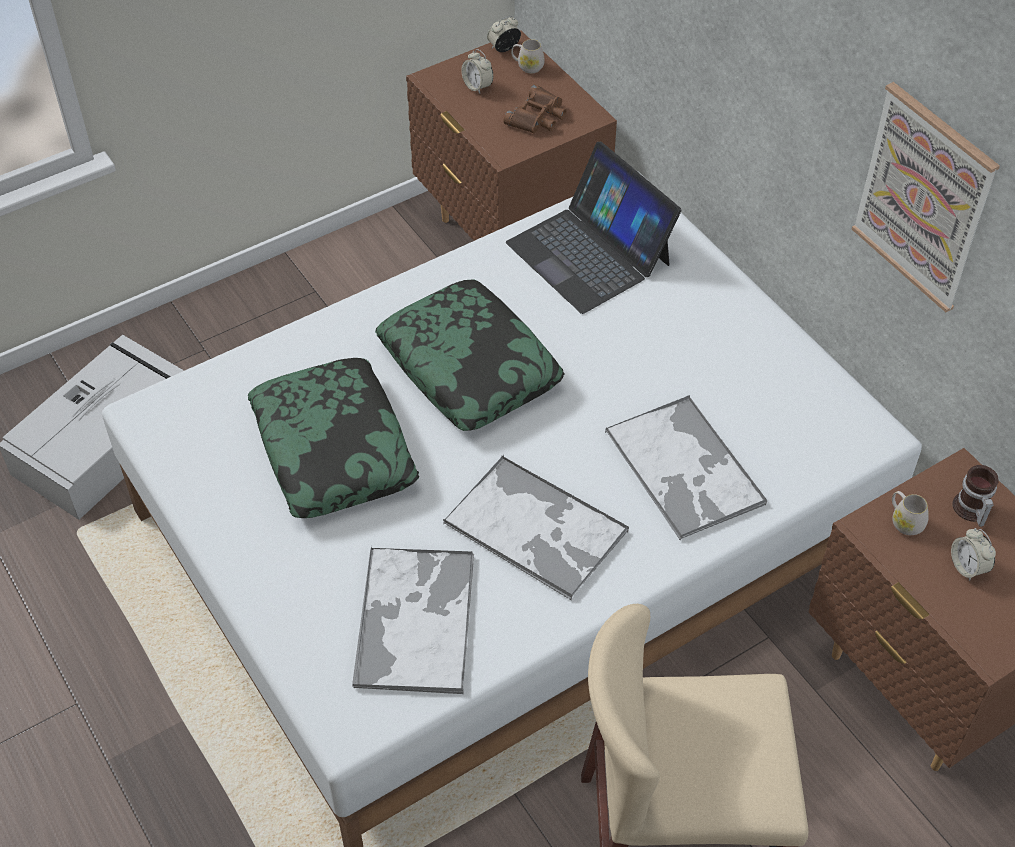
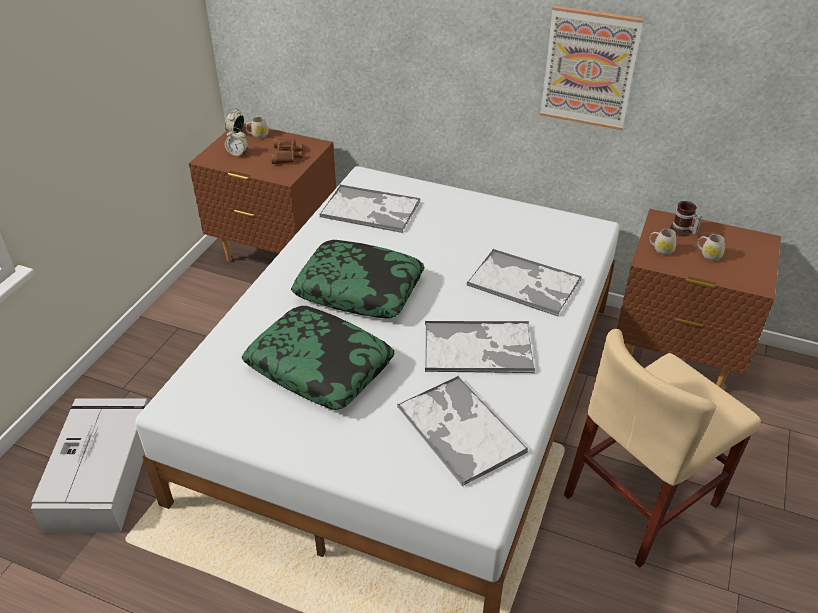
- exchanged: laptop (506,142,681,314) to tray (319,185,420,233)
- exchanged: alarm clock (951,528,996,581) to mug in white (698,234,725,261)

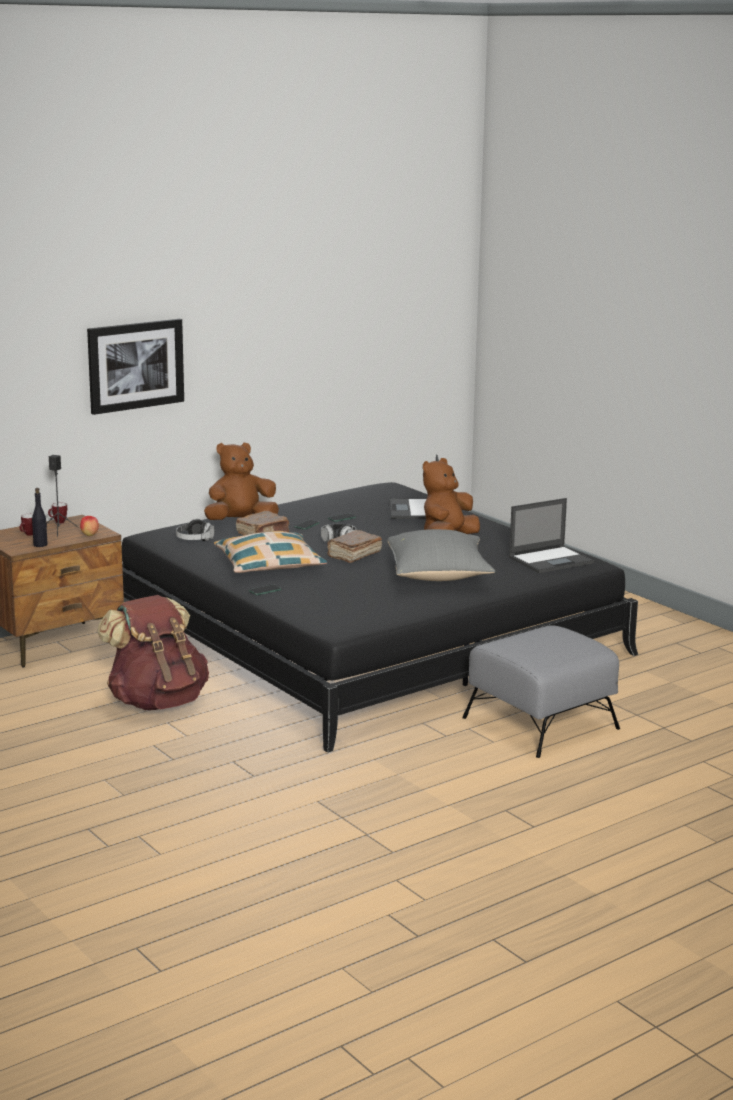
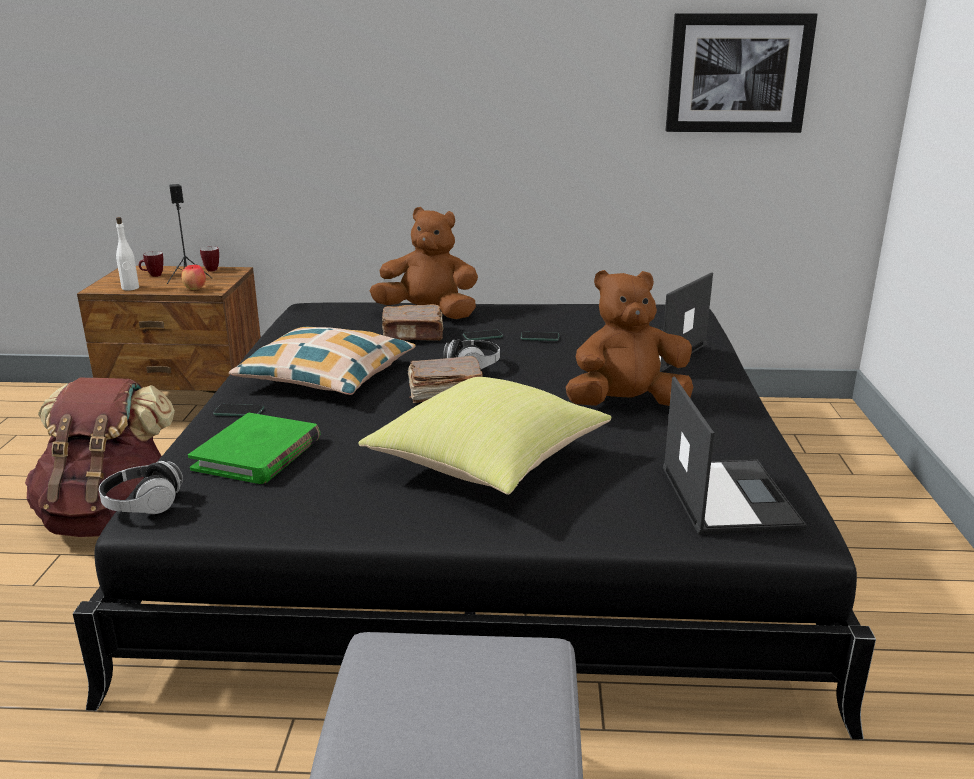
- relocated: headphones (176,519,215,541) to (99,461,183,514)
- colour: bottle in black (32,488,47,547) to bottle in white (116,217,139,291)
- appeared: book in green (188,413,320,484)
- colour: pillow in grey (388,529,495,581) to pillow in yellow (358,377,611,495)
- spun: laptop (509,498,594,573) = (663,376,807,534) 105 degrees counterclockwise
- relocated: picture (87,319,184,415) to (665,13,818,133)

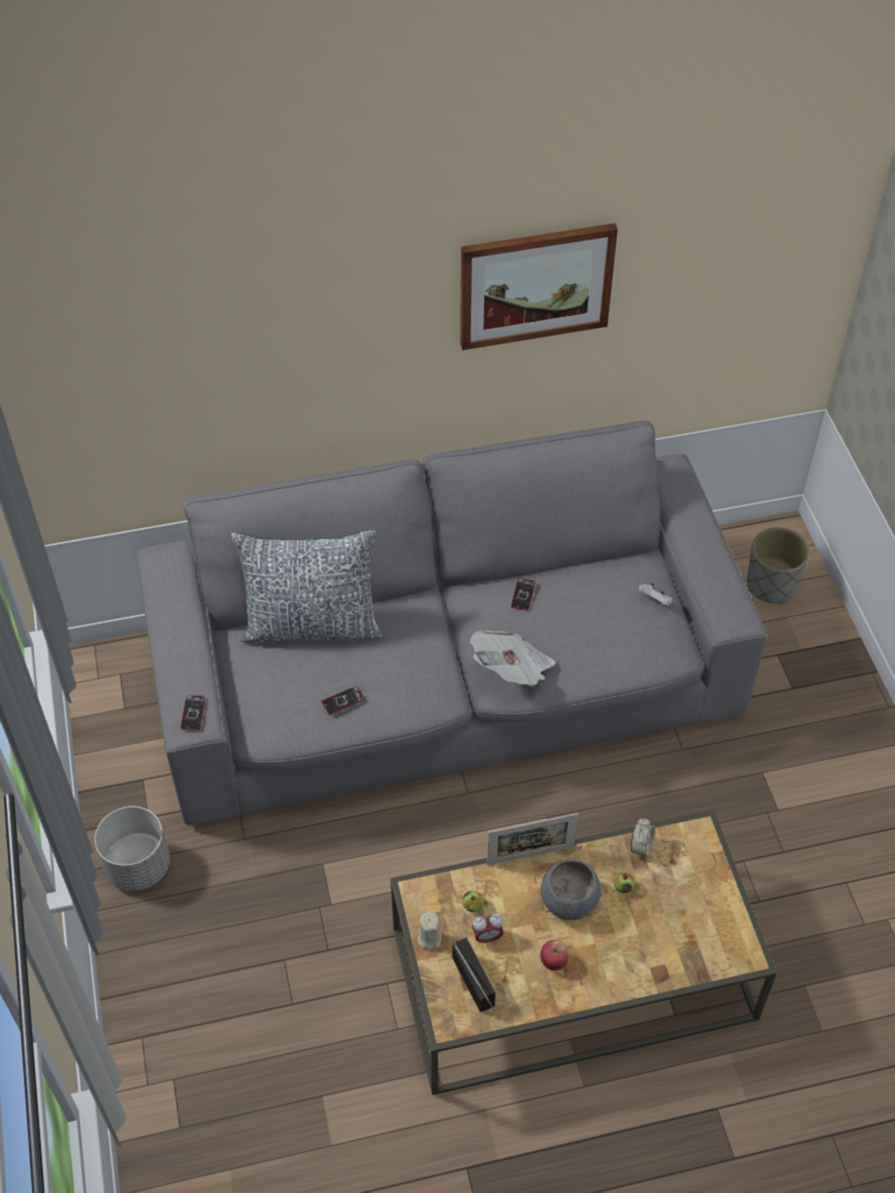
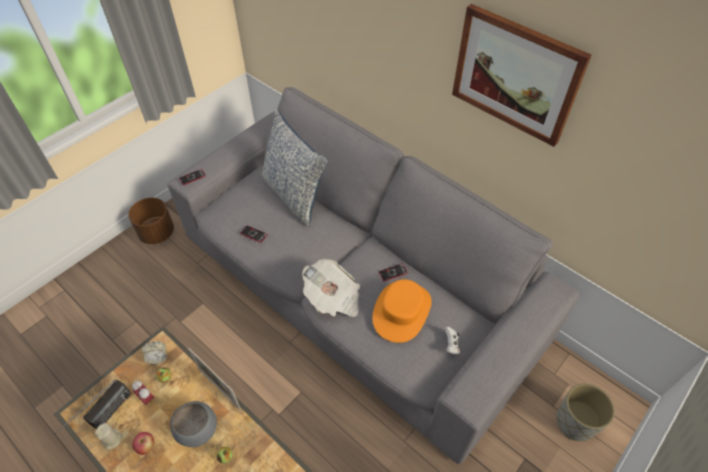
- relocated: candle in beige (417,912,442,950) to (95,423,122,450)
- colour: planter in grey (94,806,170,891) to planter in brown (128,198,174,244)
- relocated: alarm clock (631,818,655,859) to (142,341,167,365)
- appeared: hat in orange (373,279,432,343)

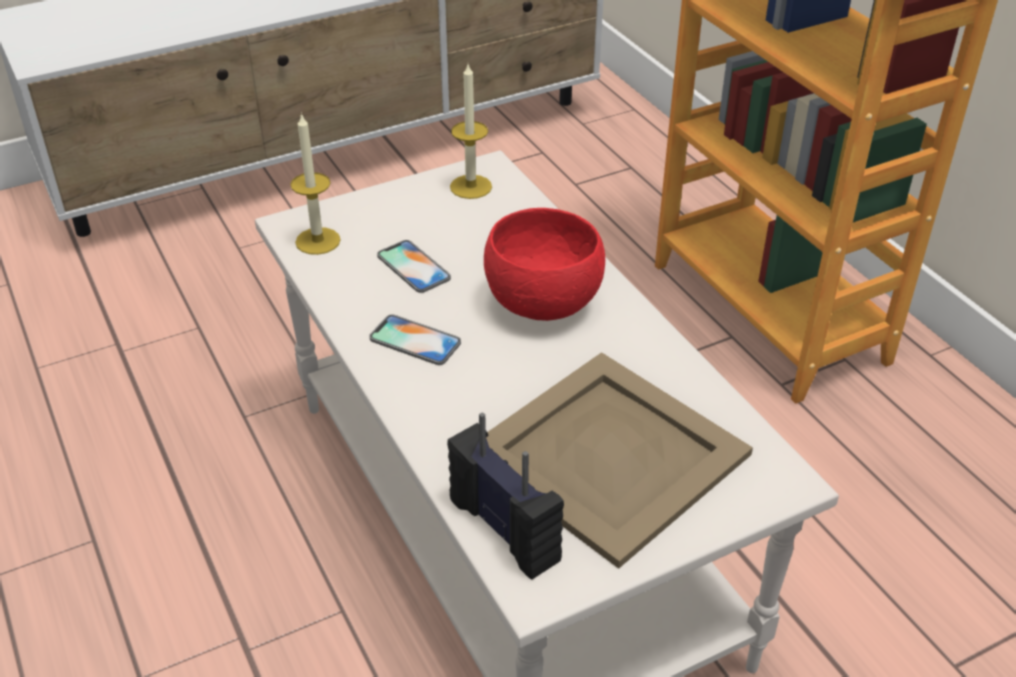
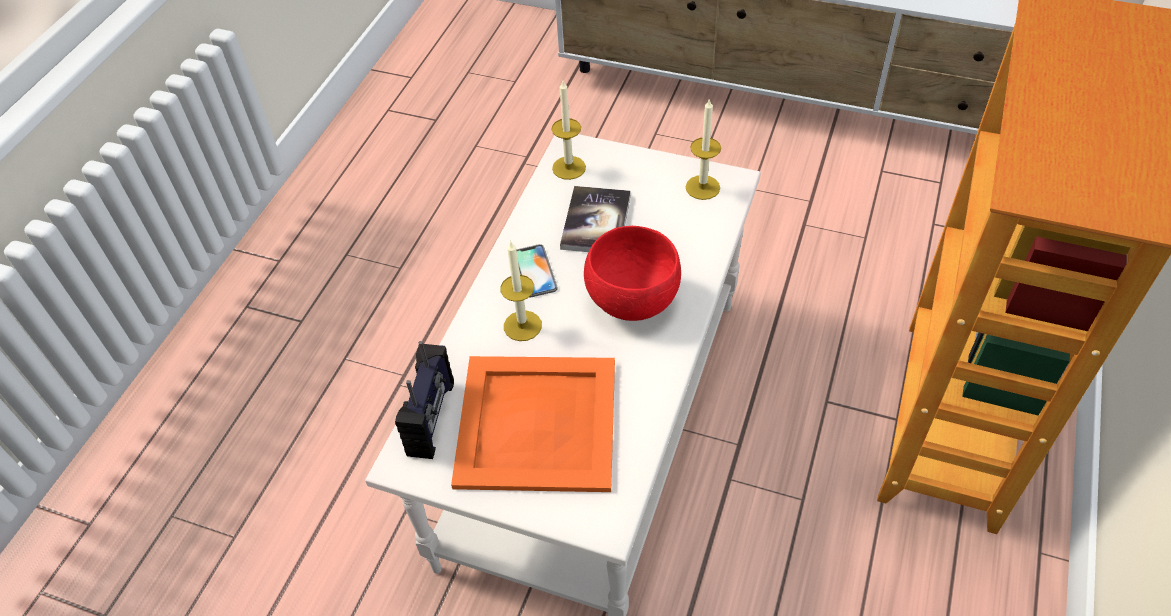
- colour: tray in beige (486,352,753,569) to tray in orange (451,356,615,492)
- appeared: candle (500,240,542,341)
- exchanged: phone (377,240,451,293) to book (560,186,631,252)

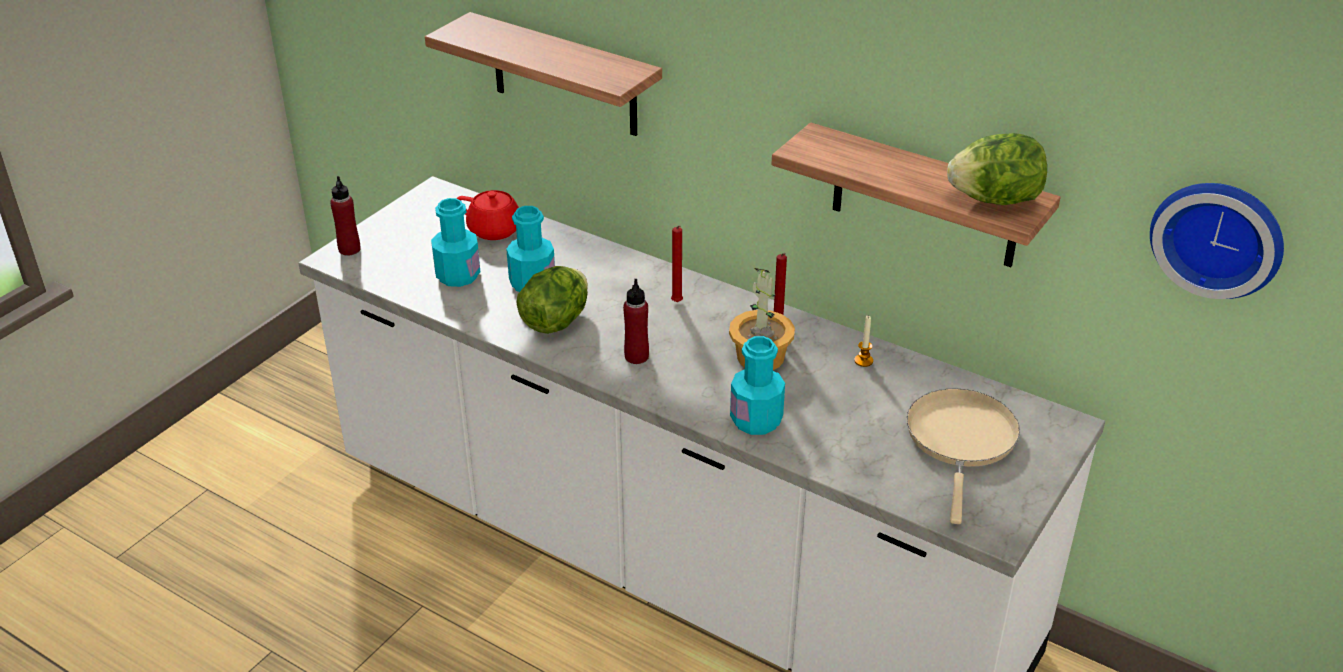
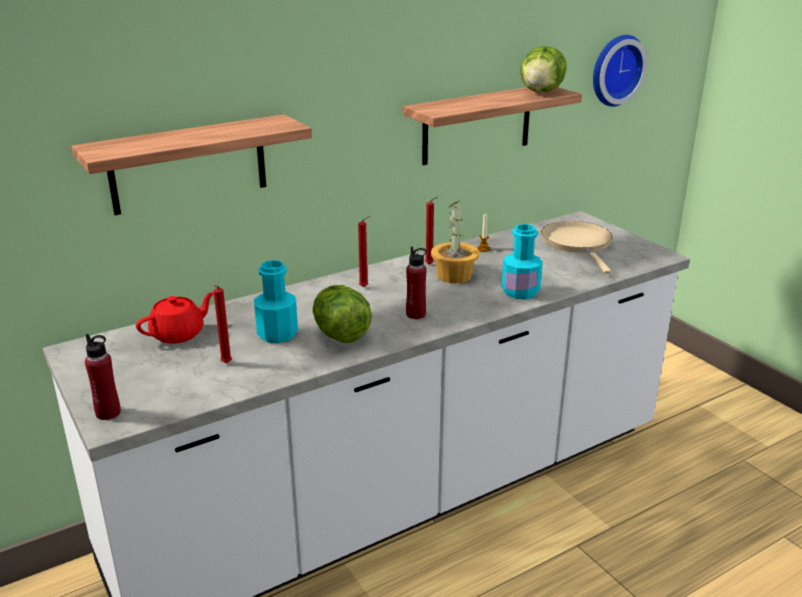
- exchanged: bottle in turquoise (431,198,480,287) to candle in red (214,285,232,363)
- spun: frying pan in beige (907,388,1020,524) = (541,221,613,274) 45 degrees clockwise

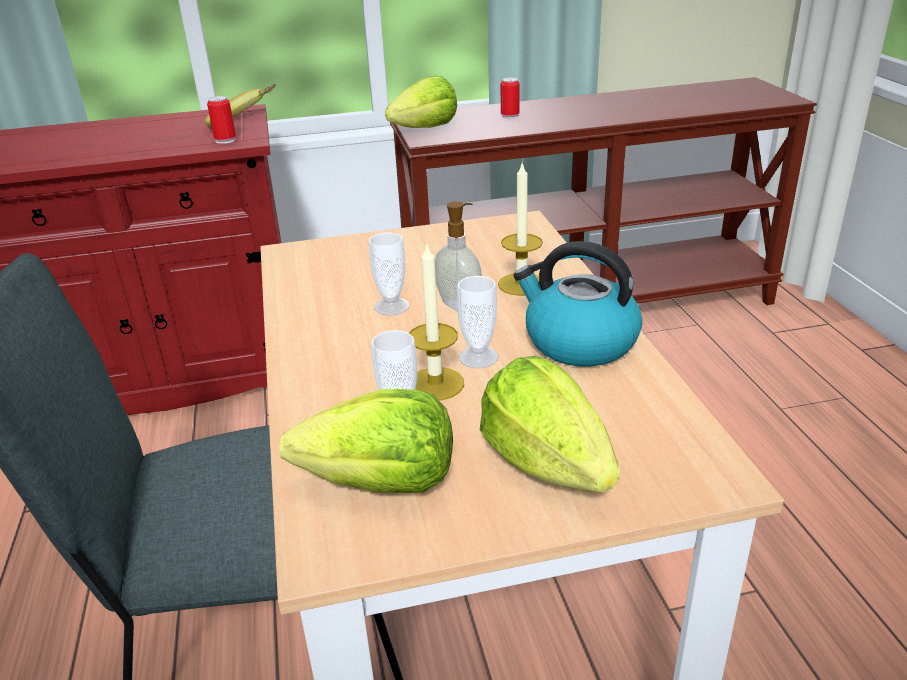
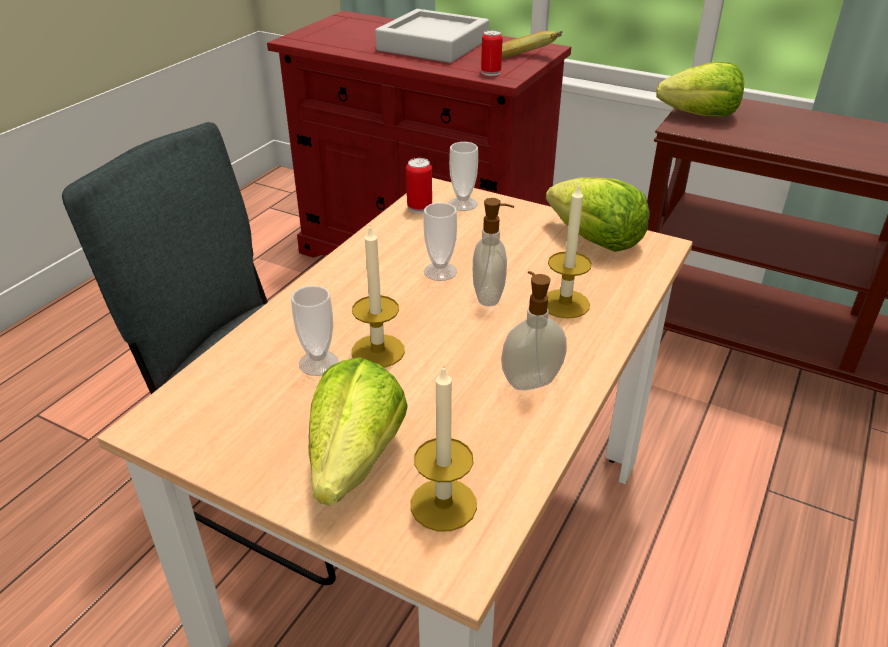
- appeared: tray in grey (375,9,489,63)
- relocated: can (501,77,519,119) to (406,158,432,213)
- appeared: candle (411,365,477,532)
- relocated: cup (457,276,498,368) to (449,142,478,211)
- exchanged: kettle (514,241,642,367) to soap dispenser (501,271,567,390)
- relocated: lettuce (279,389,453,493) to (546,177,650,252)

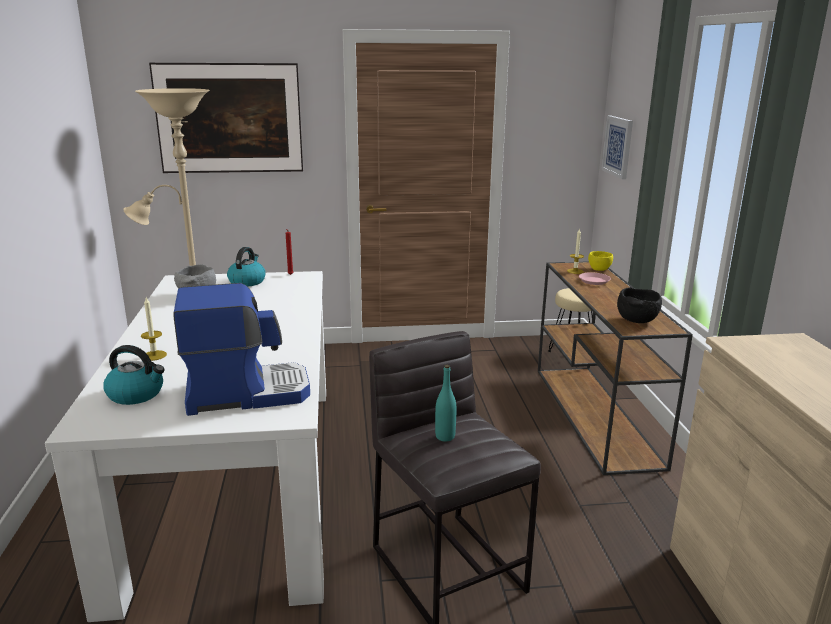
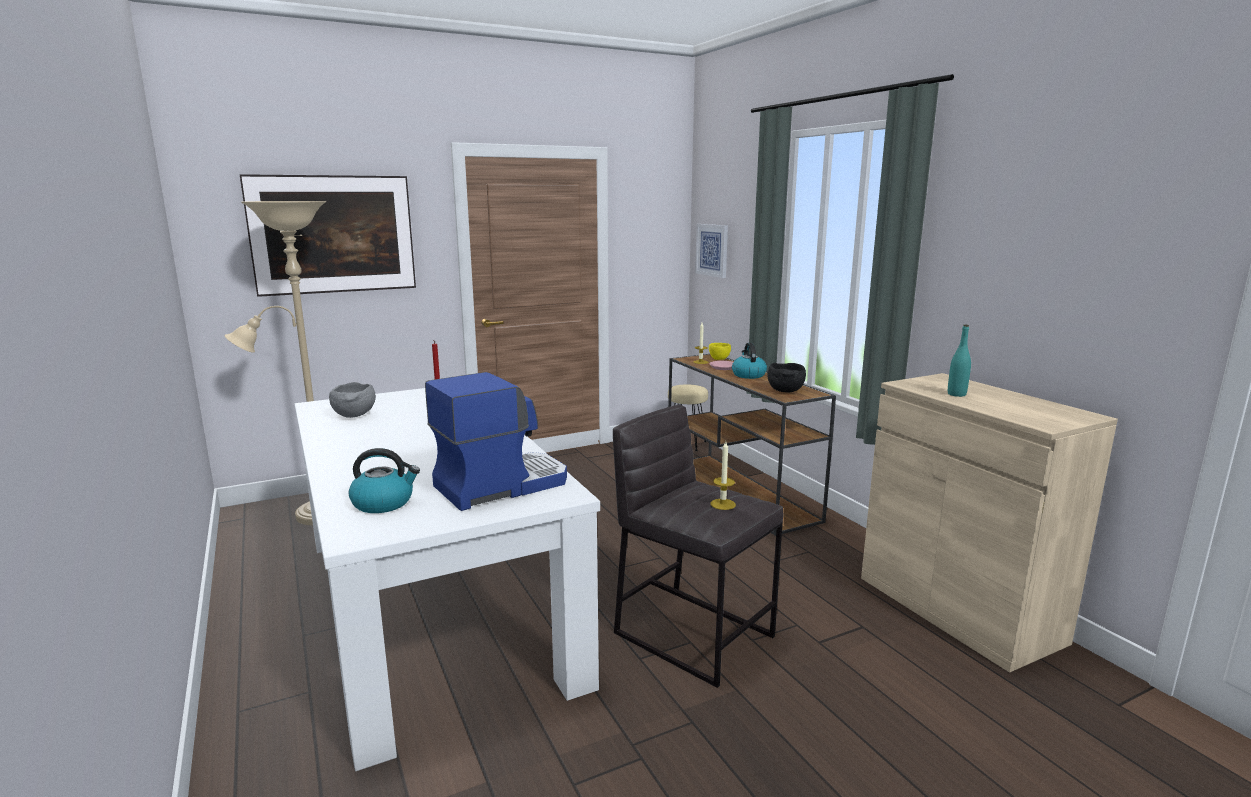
- relocated: candle (141,297,167,361) to (711,441,736,510)
- relocated: kettle (227,247,266,287) to (732,343,767,379)
- relocated: bottle in turquoise (435,365,456,441) to (948,325,971,397)

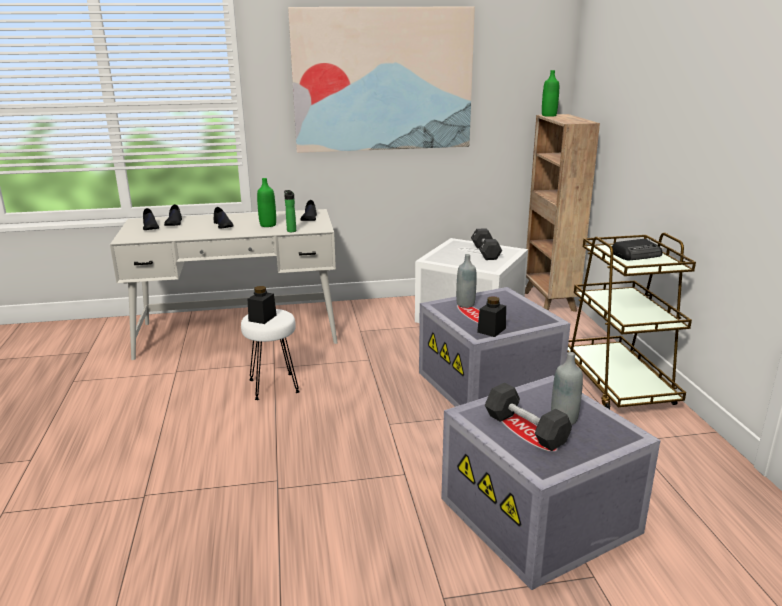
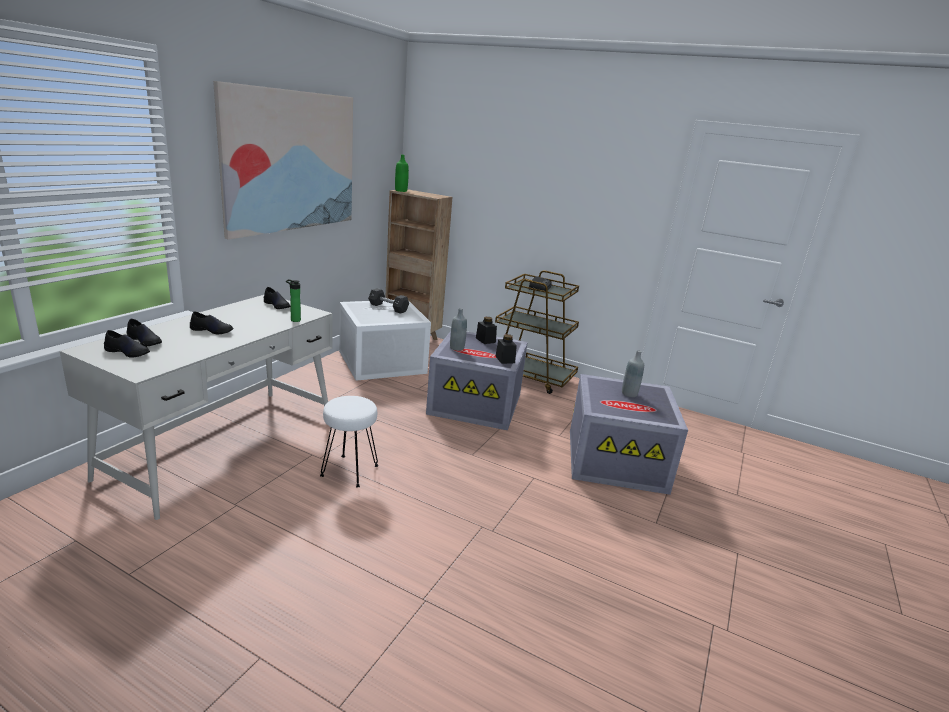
- relocated: jar in black (248,286,277,324) to (476,317,497,344)
- missing: bottle in green (257,178,276,227)
- missing: dumbbell in black (485,383,572,451)

